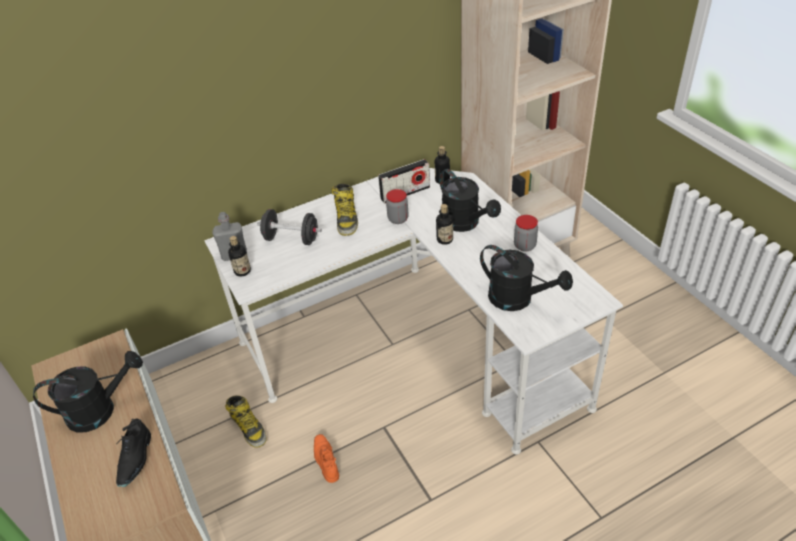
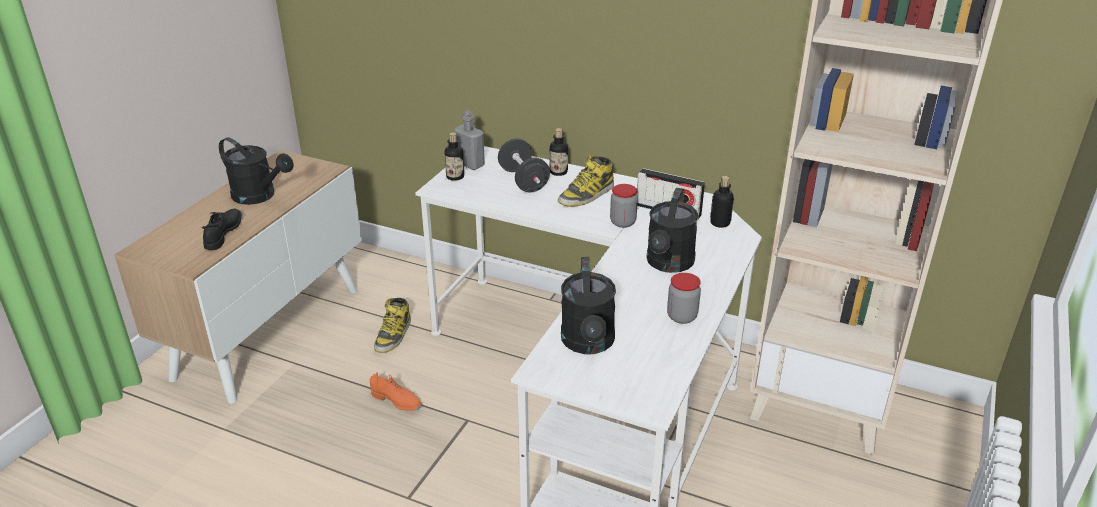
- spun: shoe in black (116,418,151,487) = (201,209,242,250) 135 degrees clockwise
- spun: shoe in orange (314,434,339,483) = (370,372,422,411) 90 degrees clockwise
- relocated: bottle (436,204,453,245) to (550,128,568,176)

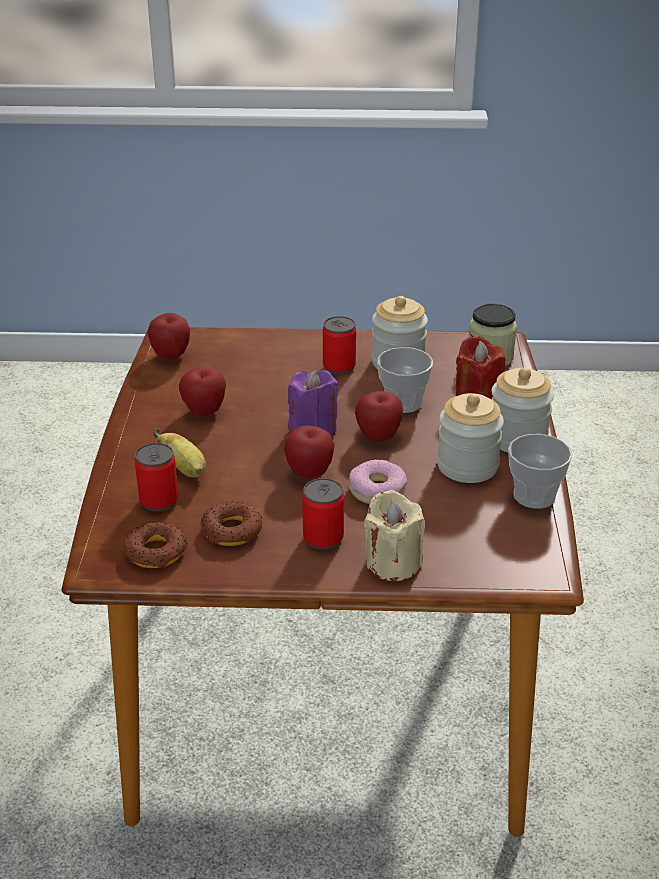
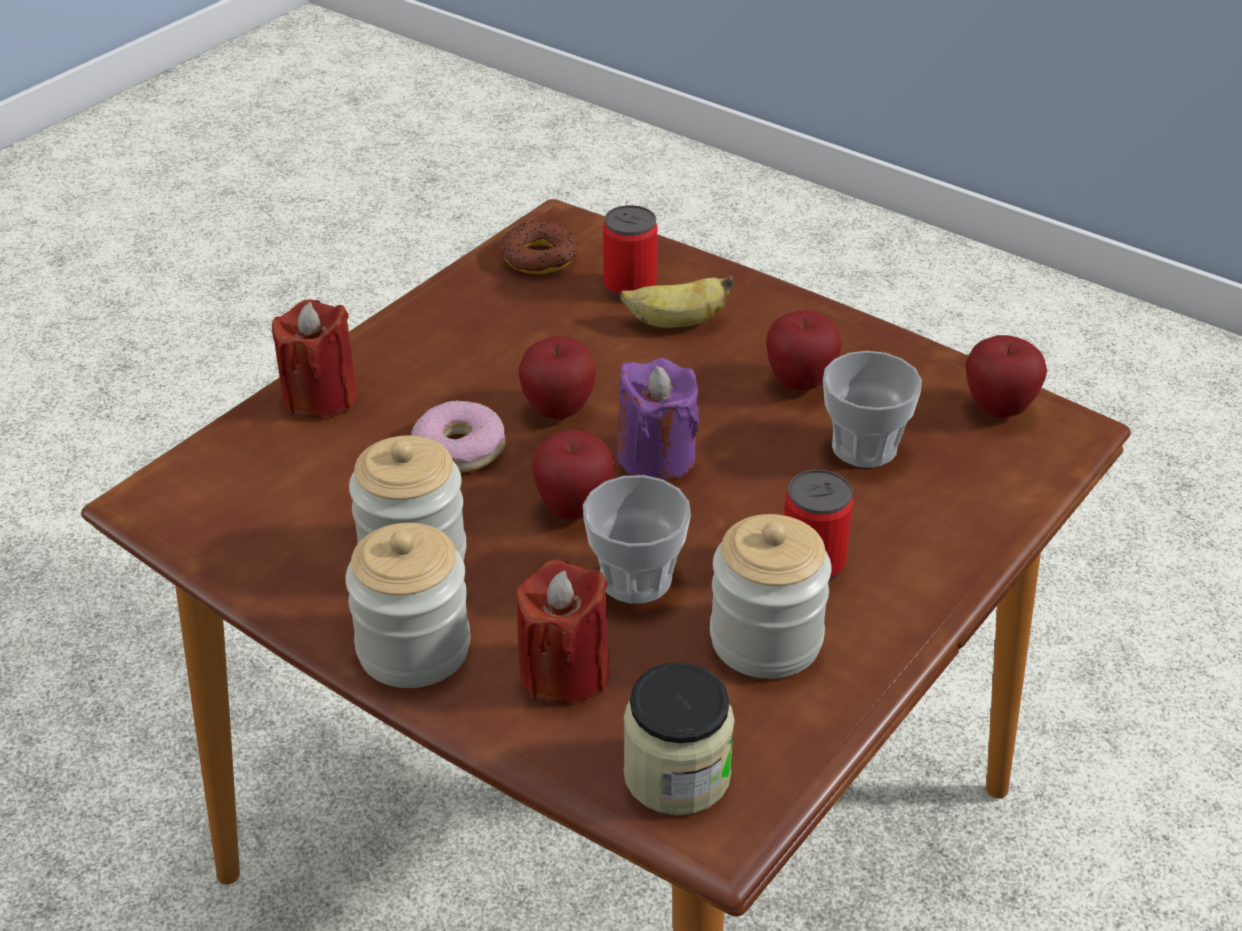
- colour: candle in beige (364,490,424,581) to candle in red (272,299,358,418)
- relocated: cup (508,434,572,509) to (823,351,922,468)
- missing: donut (200,501,262,546)
- missing: can (302,478,344,550)

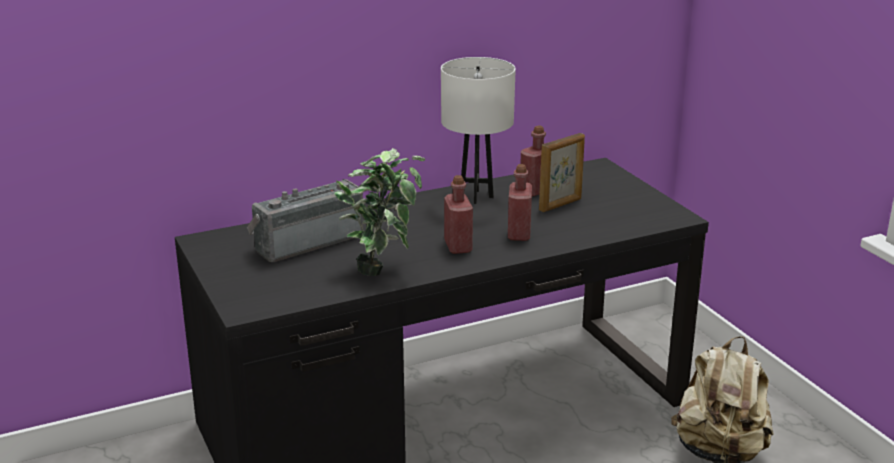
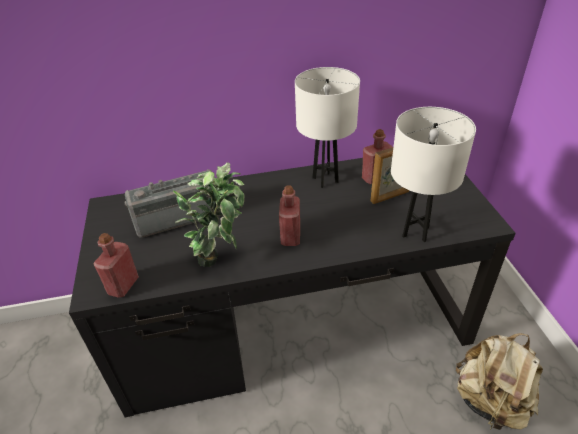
- relocated: bottle in red (508,164,532,241) to (93,233,139,298)
- appeared: table lamp in white (391,107,476,242)

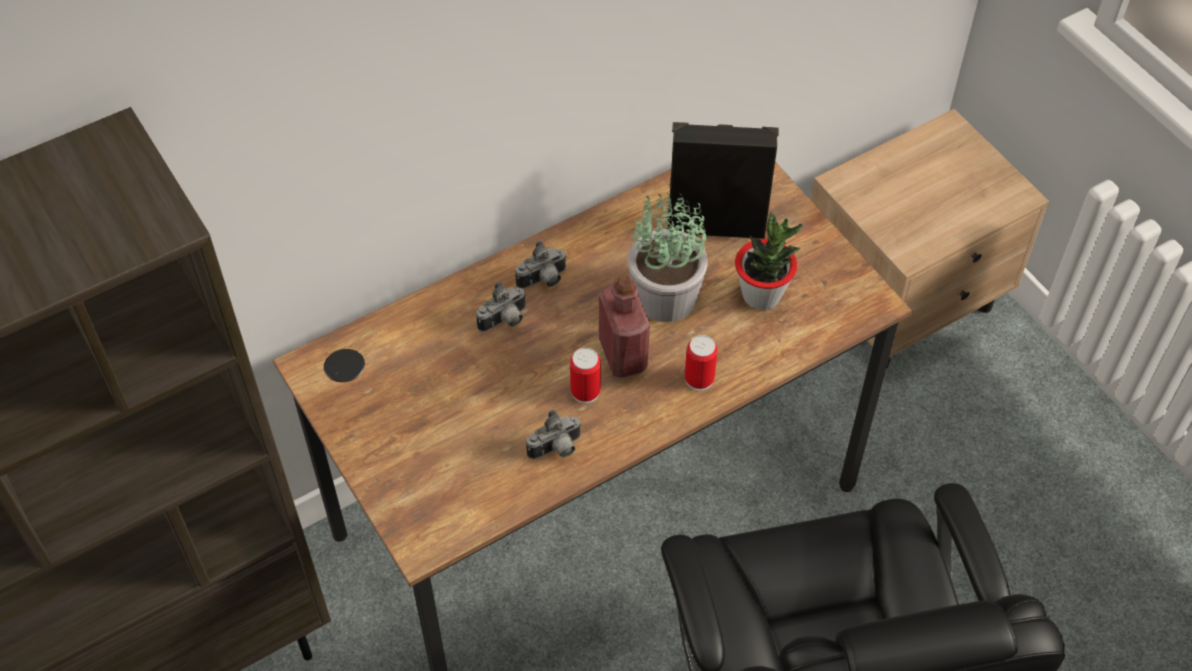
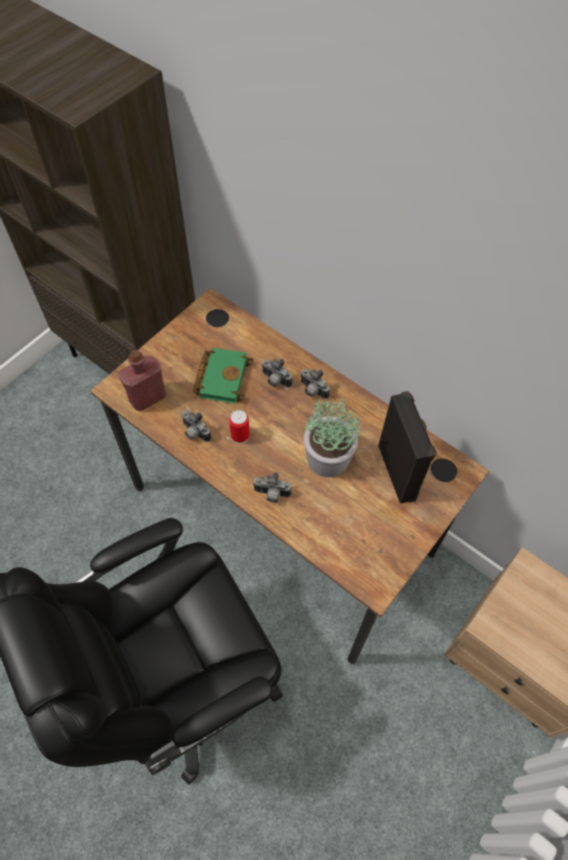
- relocated: bottle in red (599,276,650,377) to (119,350,166,412)
- appeared: book in green (193,348,253,404)
- exchanged: can (685,335,718,391) to photo camera (253,472,291,503)
- missing: potted plant (735,211,803,310)

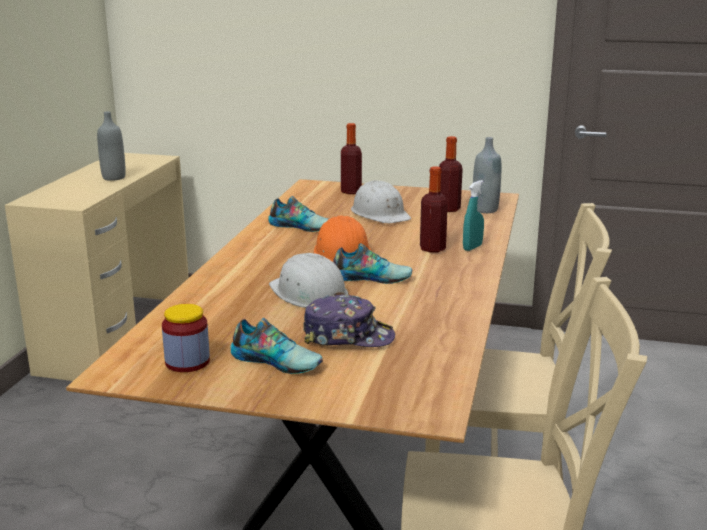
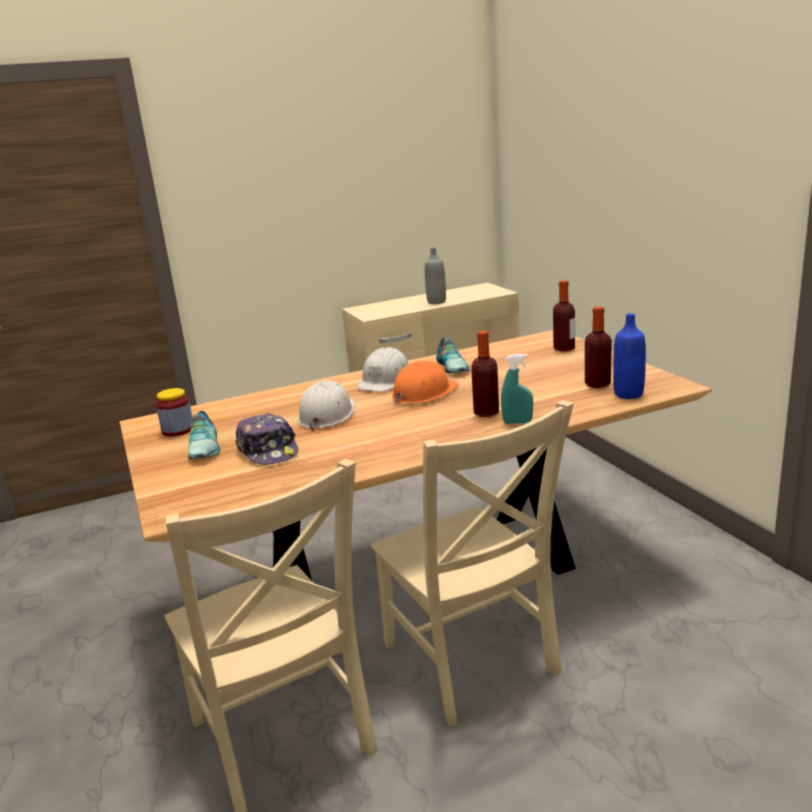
- relocated: hard hat in white (351,180,411,223) to (358,347,408,392)
- colour: bottle in grey (473,137,501,213) to bottle in blue (613,313,646,399)
- missing: shoe (333,243,412,284)

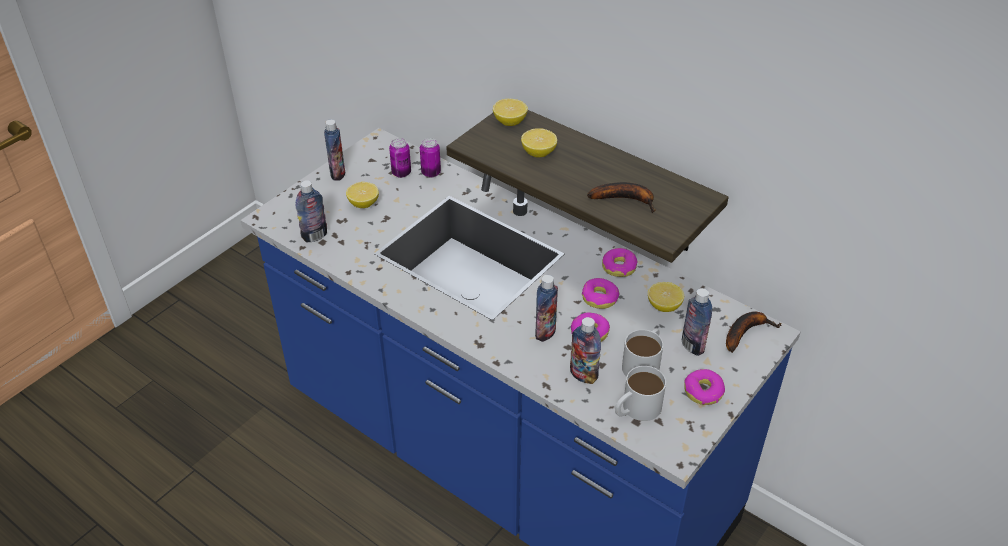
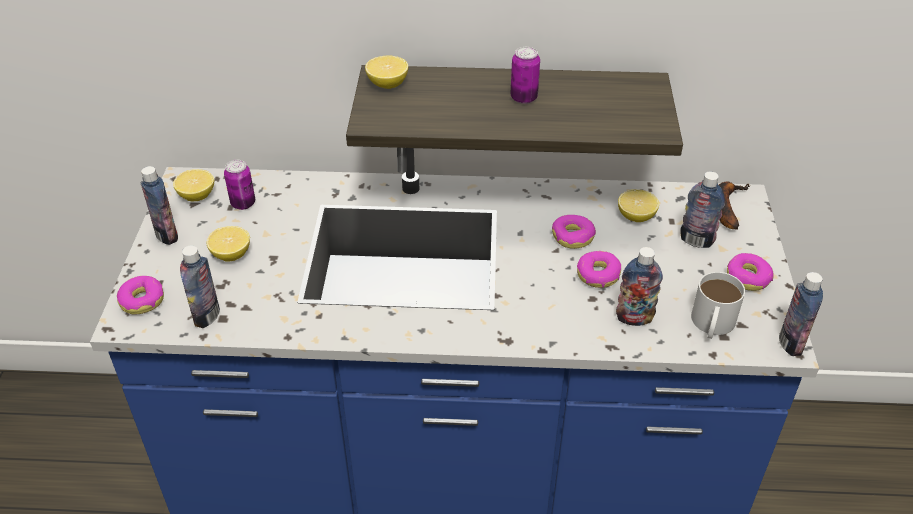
- relocated: donut (602,248,638,277) to (117,276,164,315)
- relocated: lemon (521,128,557,157) to (173,169,214,201)
- relocated: can (420,138,441,178) to (510,47,540,104)
- relocated: bottle (535,275,558,342) to (779,272,823,356)
- missing: banana (587,182,656,213)
- missing: mug in white (622,329,663,377)

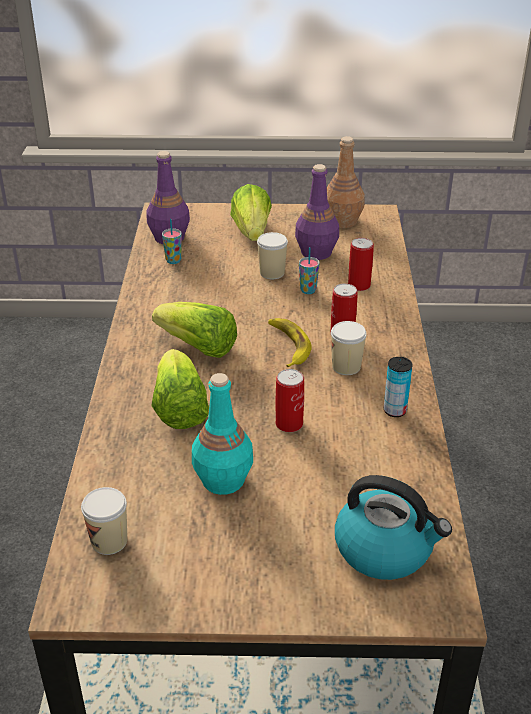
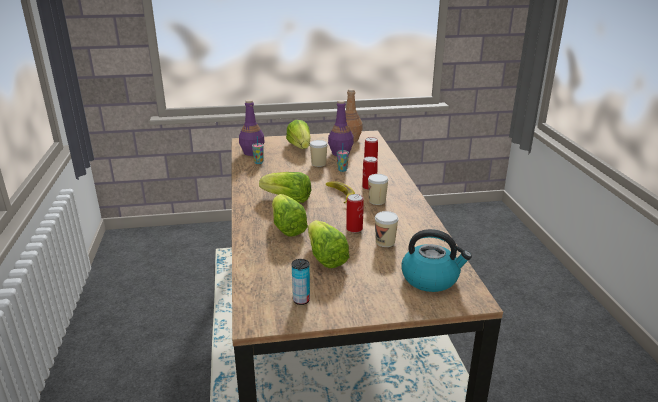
- relocated: can (384,357,412,417) to (292,259,310,305)
- exchanged: bottle in turquoise (192,373,253,495) to lettuce (308,220,349,268)
- relocated: cup (81,487,127,555) to (375,211,399,247)

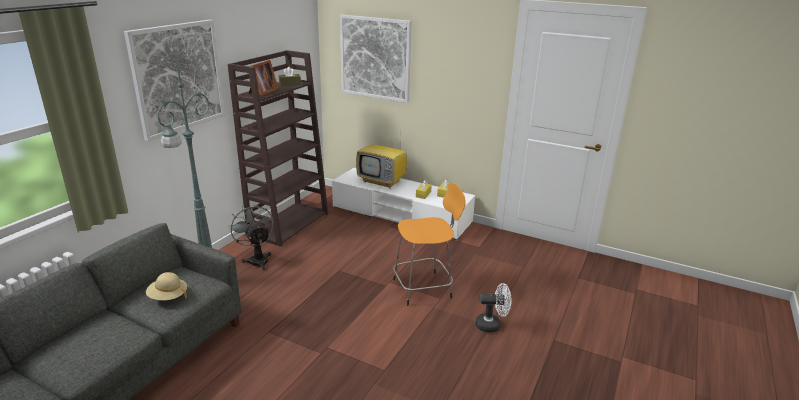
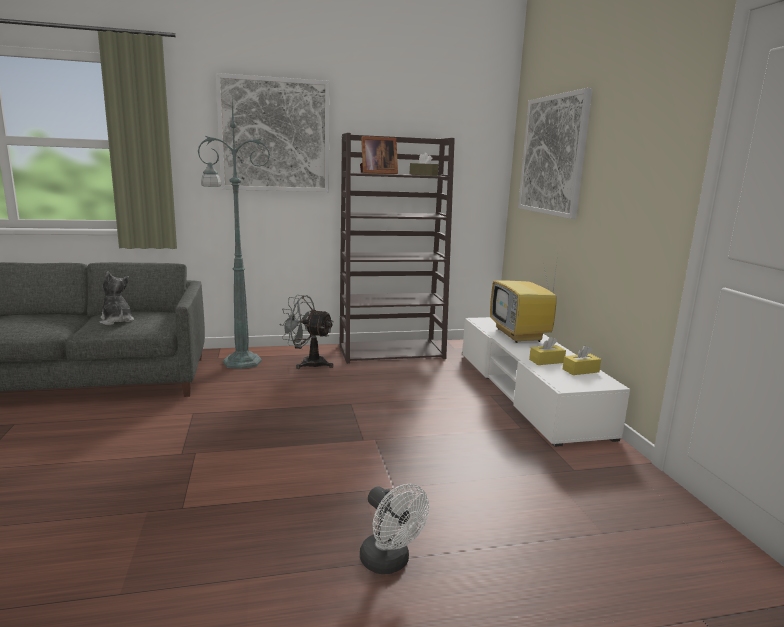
- exchanged: hat in beige (146,272,187,300) to plush toy (100,271,134,325)
- spun: fan in grey (228,203,274,271) = (280,295,334,369) 90 degrees counterclockwise
- missing: stool in orange (393,183,466,306)

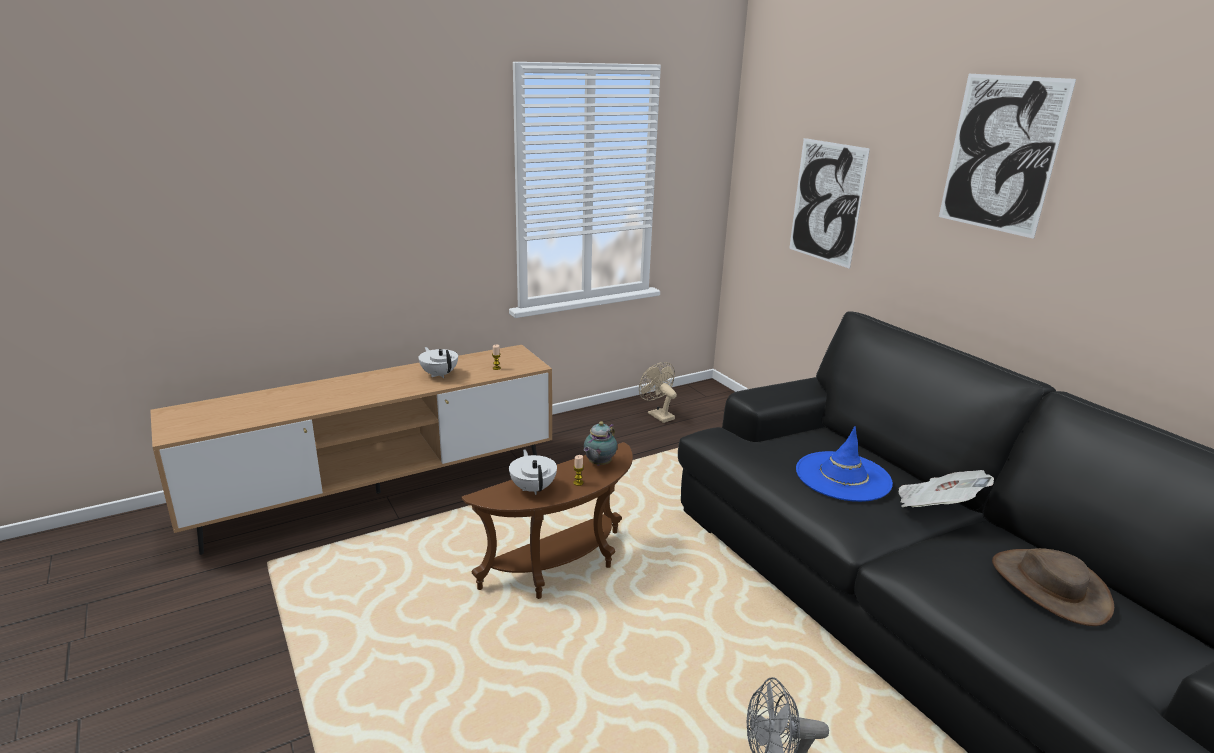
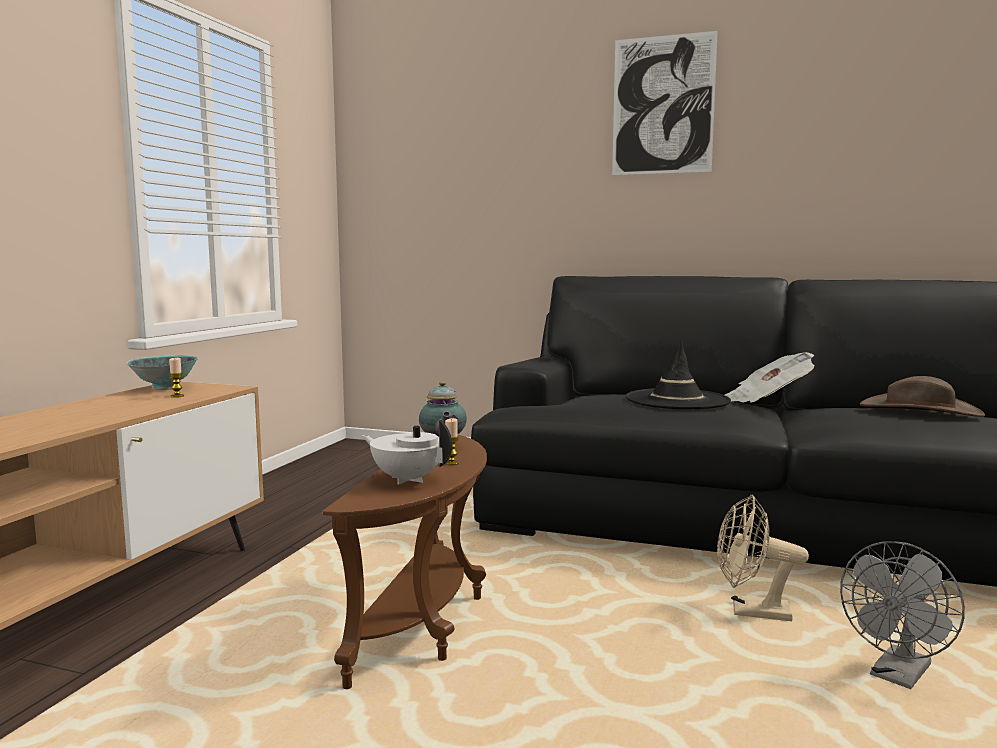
- appeared: bowl (127,355,198,390)
- colour: hat in blue (796,427,893,502) to hat in black (625,338,731,409)
- relocated: fan in beige (639,362,677,423) to (717,495,809,621)
- missing: teapot in white (418,347,458,378)
- missing: picture (789,138,870,269)

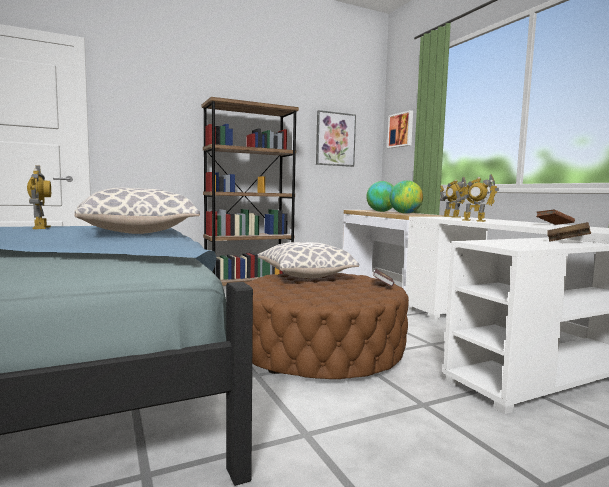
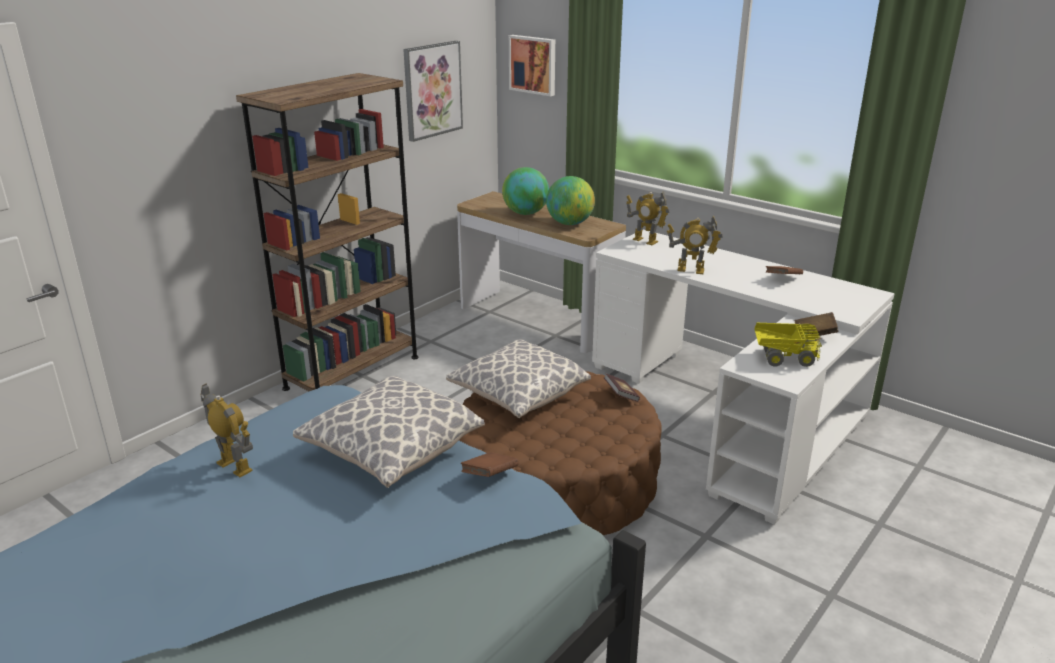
- appeared: book in brown (461,452,519,477)
- appeared: toy truck (754,323,822,367)

